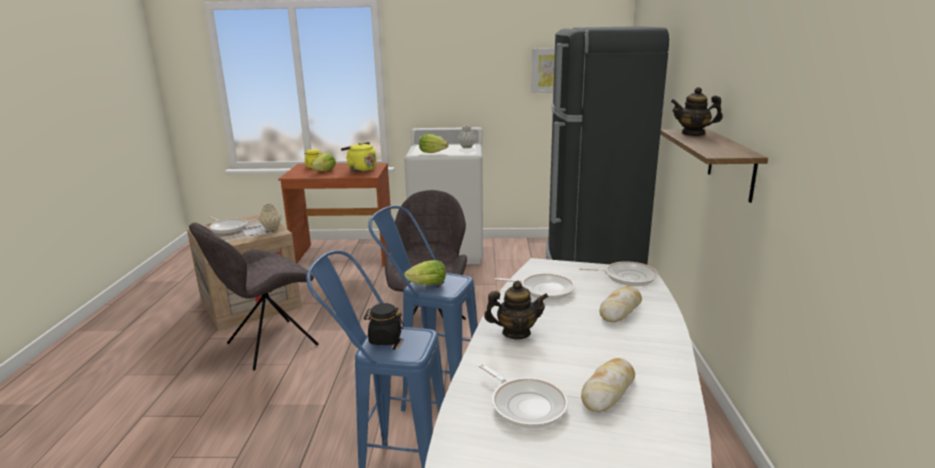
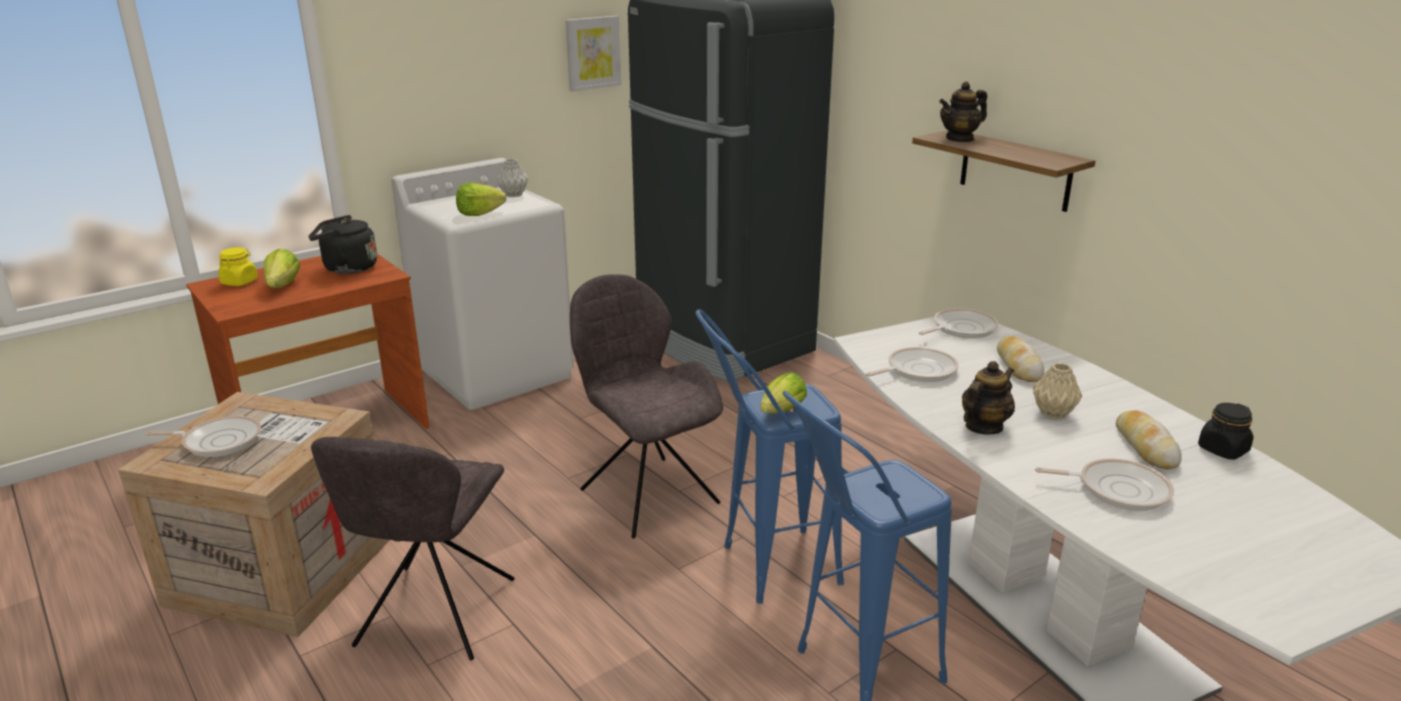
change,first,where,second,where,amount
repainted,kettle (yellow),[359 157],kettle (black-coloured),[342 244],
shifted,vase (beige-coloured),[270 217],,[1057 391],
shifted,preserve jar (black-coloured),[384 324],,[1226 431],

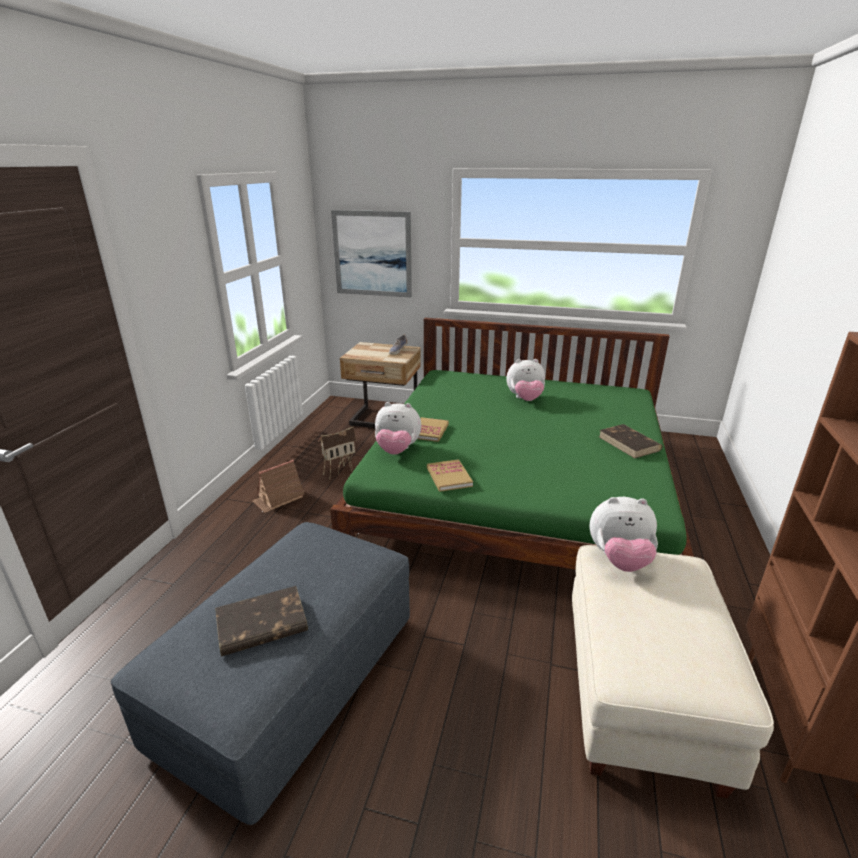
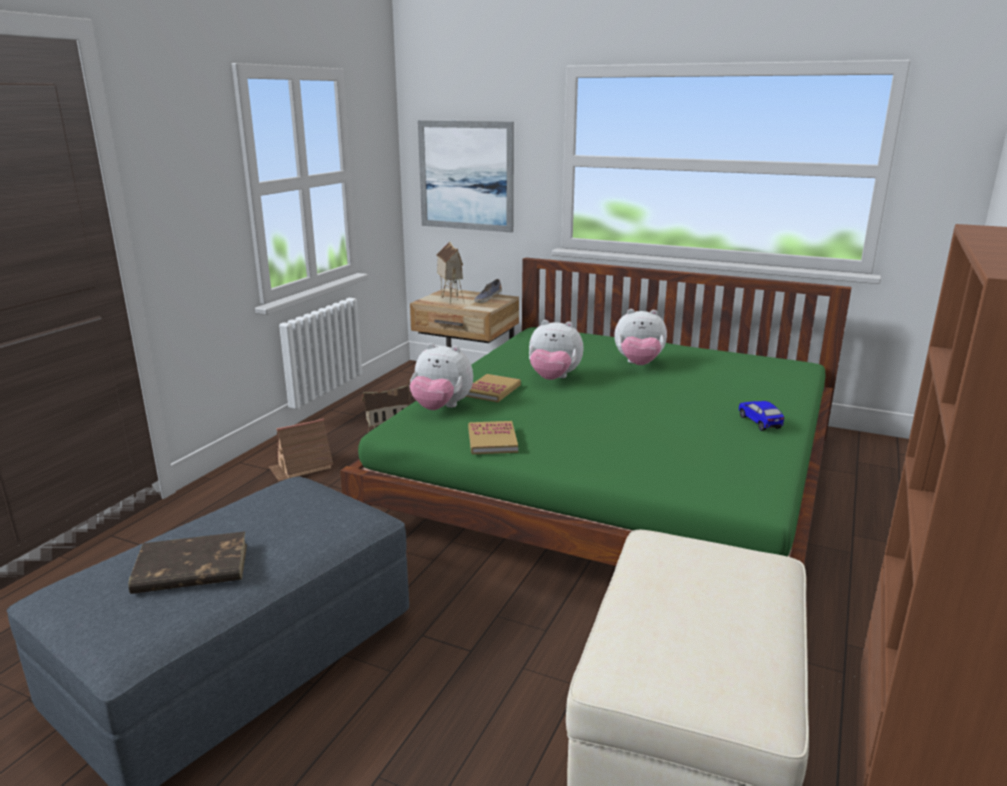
change,first,where,second,where,amount
swapped,volume (brown),[630 441],miniature car,[761 416],
shifted,plush toy,[624 534],,[556 350],
new,,,toy house,[450 272],

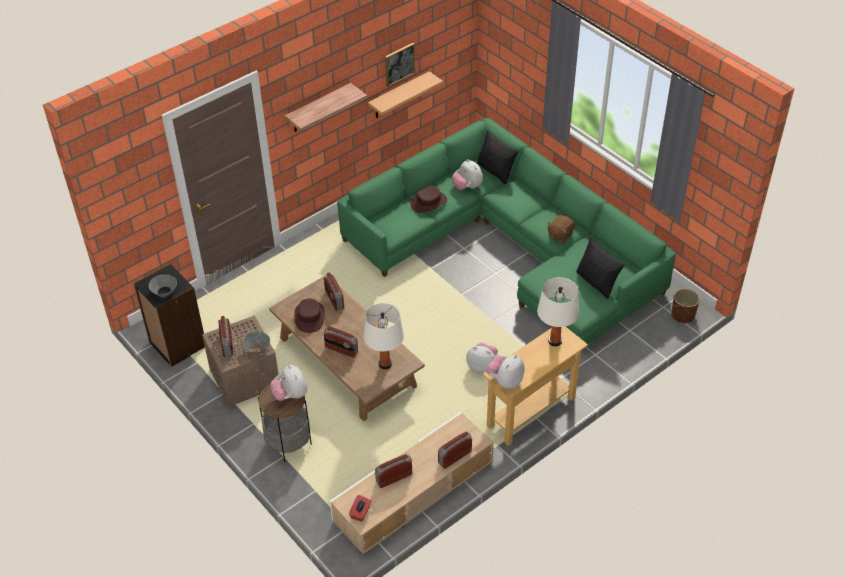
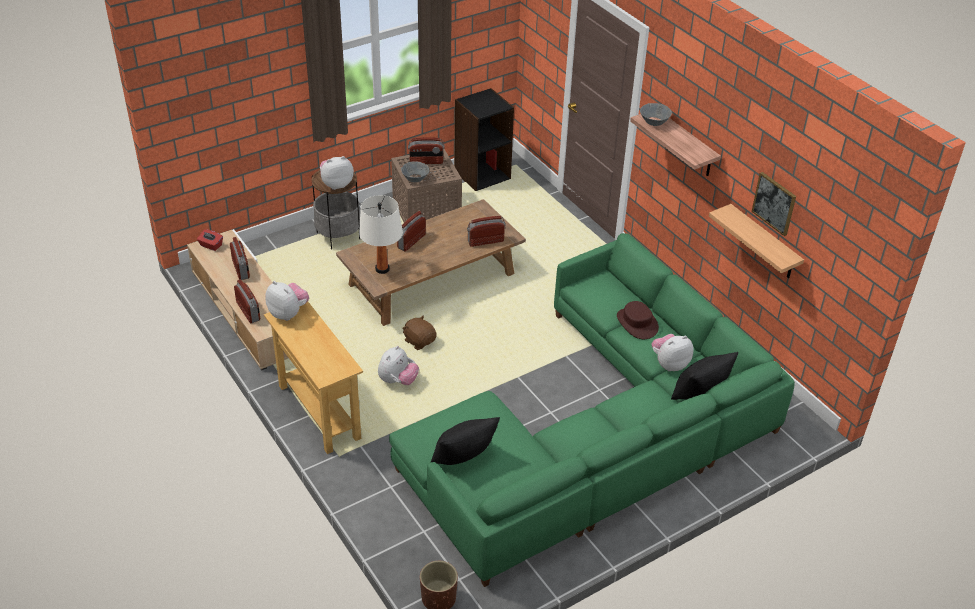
change,first,where,second,where,amount
shifted,plush toy (brown),[561 229],,[419 332],
shifted,bowl (grey),[163 285],,[656 114],
gone,lamp for a table (whitish),[558 311],,,
gone,hat (brown),[309 315],,,

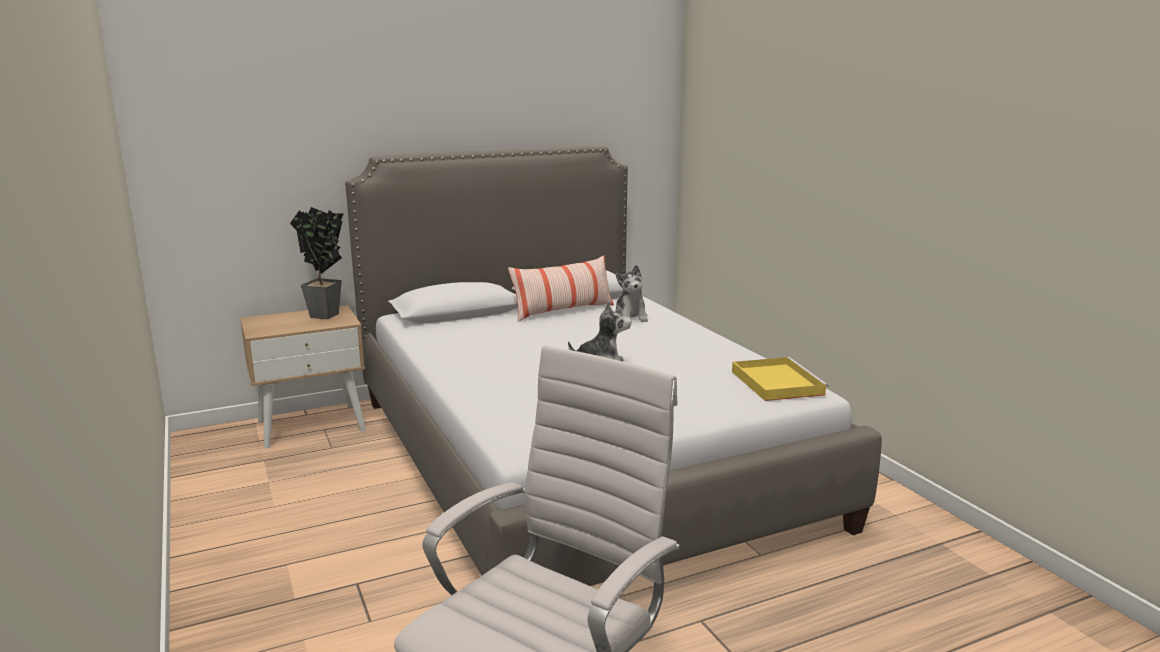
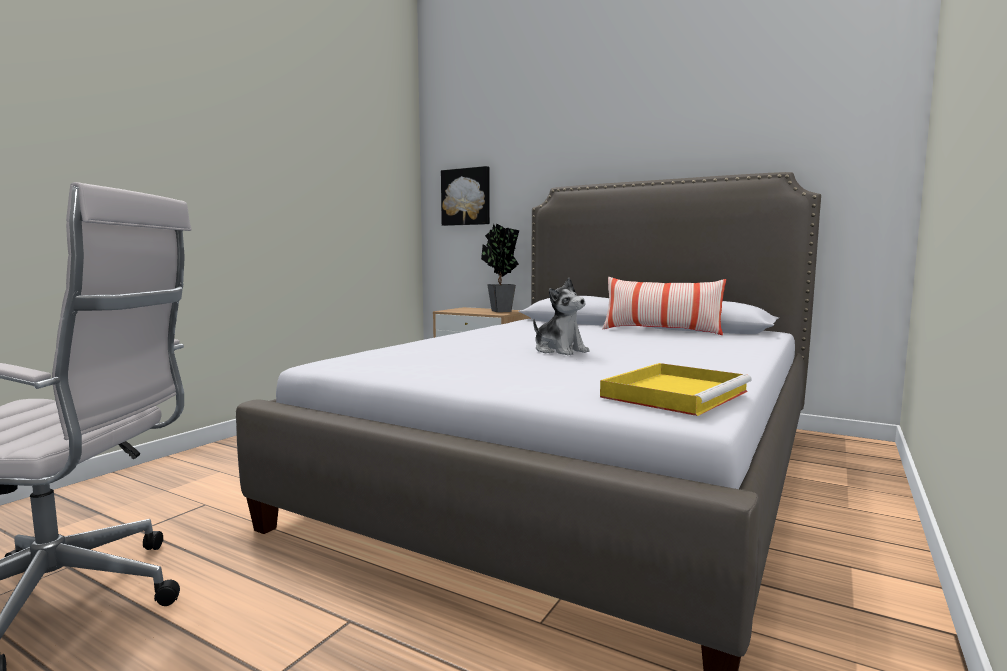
change,first,where,second,where,amount
gone,plush toy,[631 293],,,
new,,,wall picture,[465 196],

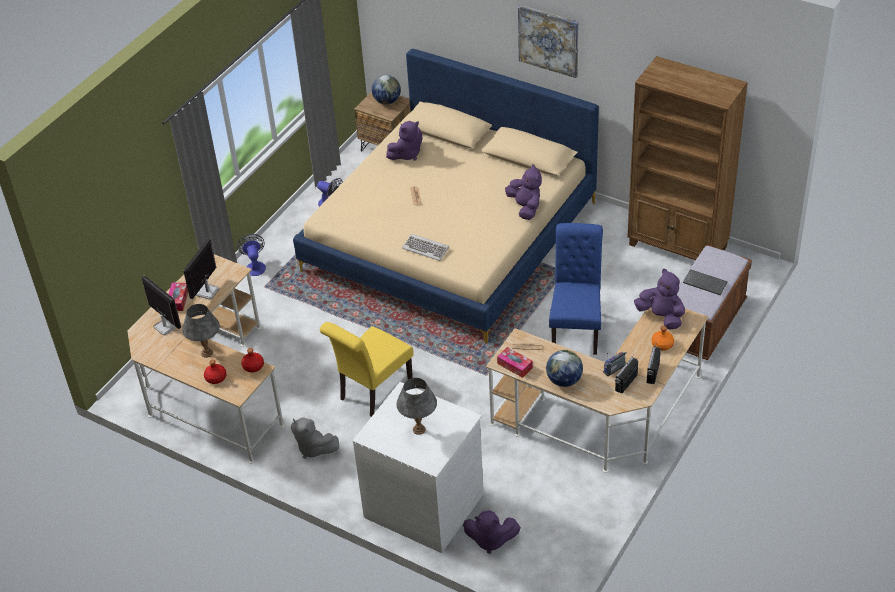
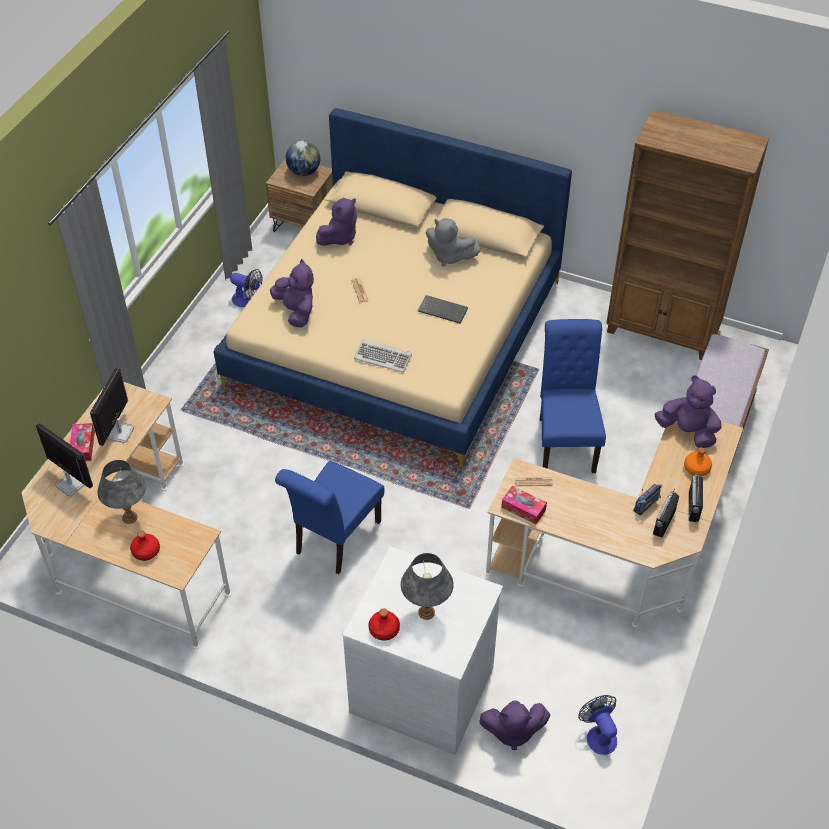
change,first,where,second,where,amount
gone,wall picture,[548 41],,,
shifted,plush toy (purple),[523 192],,[292 293],
shifted,cooling fan,[251 255],,[597 725],
shifted,keyboard,[705 282],,[443 309],
repainted,upright chair (yellow),[366 369],upright chair (blue),[329 517],
shifted,bottle (reddish),[252 360],,[384 624],
gone,globe,[564 368],,,
shifted,plush toy (grey),[315 438],,[453 242],

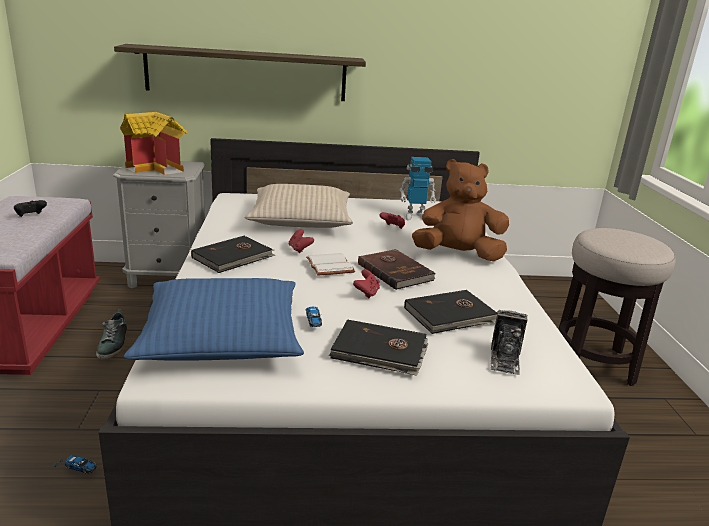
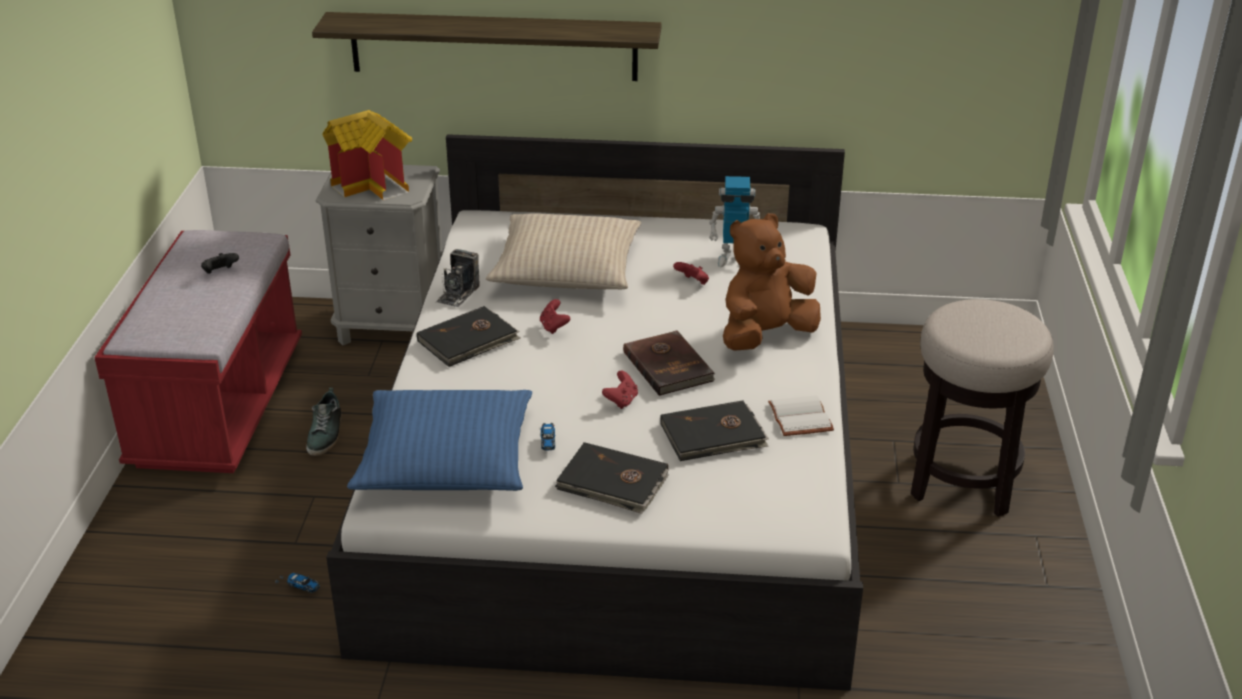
change,first,where,second,where,amount
rotated,plush toy (brown),[460 210],,[772 282],45 degrees counterclockwise
shifted,volume (whitish),[330 264],,[801 415],
shifted,still camera,[509 342],,[457 278],

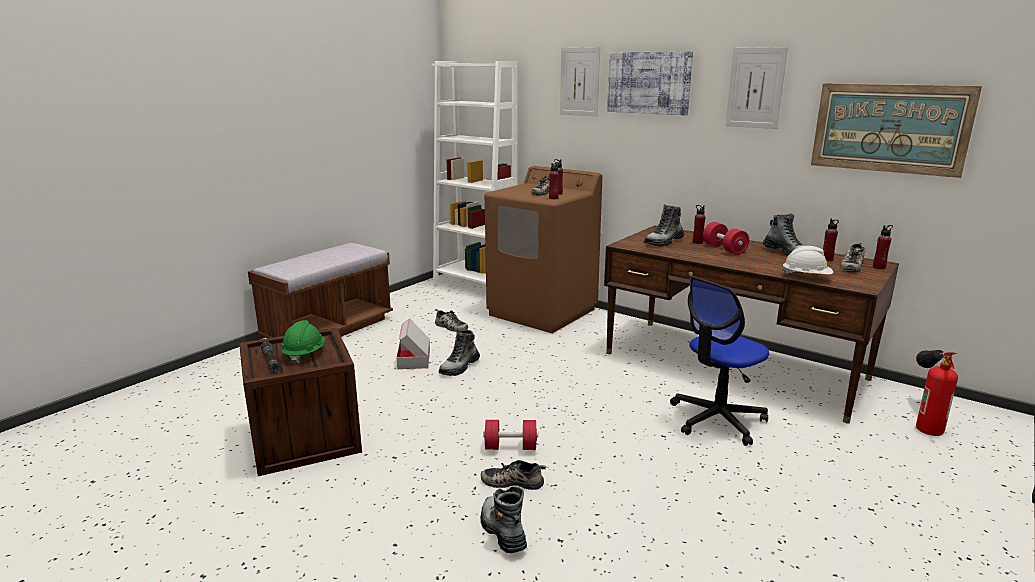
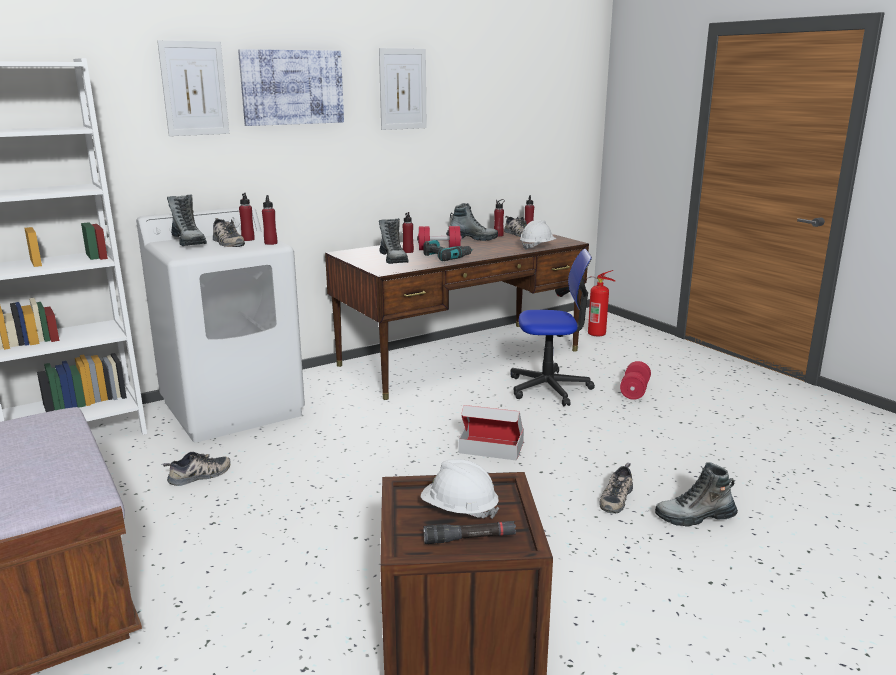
change,first,where,second,where,amount
gone,wall picture,[896 130],,,
repainted,laundry appliance (brown),[543 249],laundry appliance (whitish),[220 325],
rotated,office chair,[719 361],,[553 327],75 degrees counterclockwise
shifted,packing box,[413 344],,[491 433],
repainted,hard hat (green-coloured),[303 342],hard hat (whitish),[460 489],
shifted,tall boot,[459 352],,[187 220],
shifted,free weight (reddish),[510 435],,[635 380],
new,,,drill,[448 250],

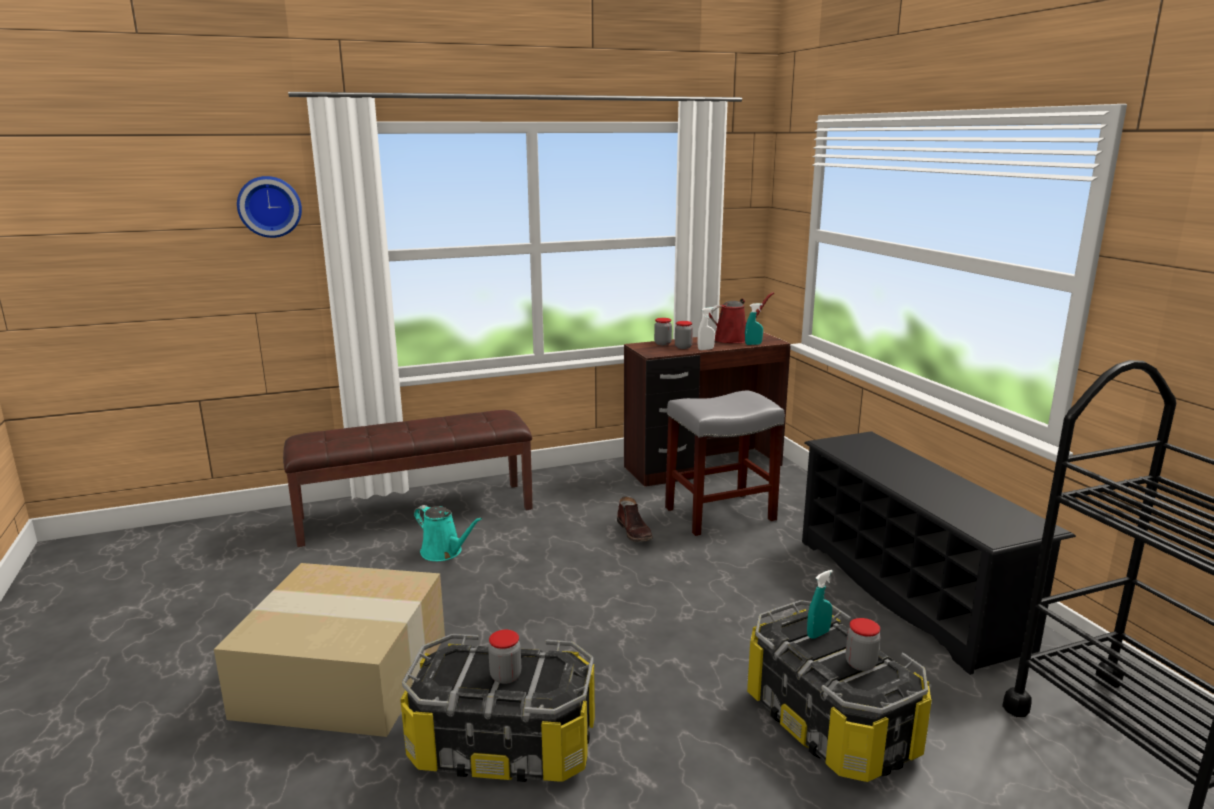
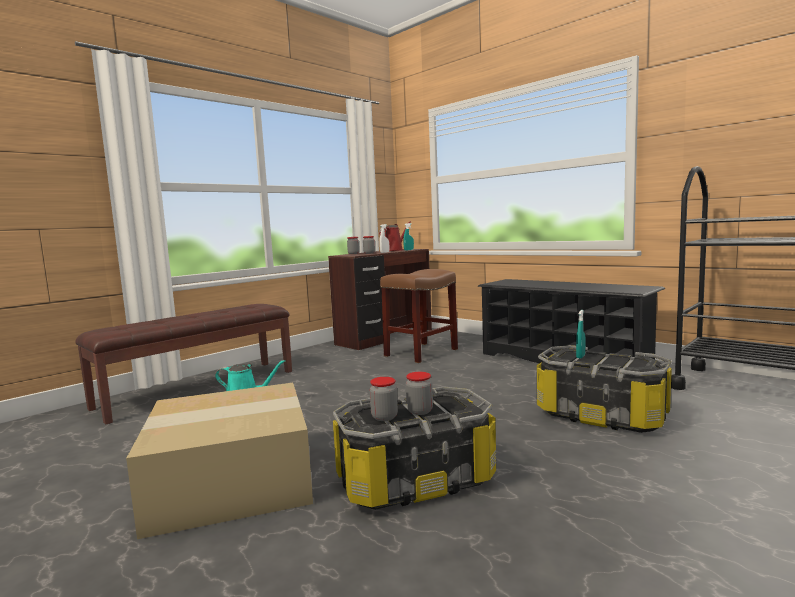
change,first,where,second,where,amount
gone,clock on the wall,[269 207],,,
repainted,stool seat (grey),[725 463],stool seat (brown),[419 316],
gone,tall boot (brown),[635 519],,,
shifted,preserve jar,[863 644],,[384 399],

